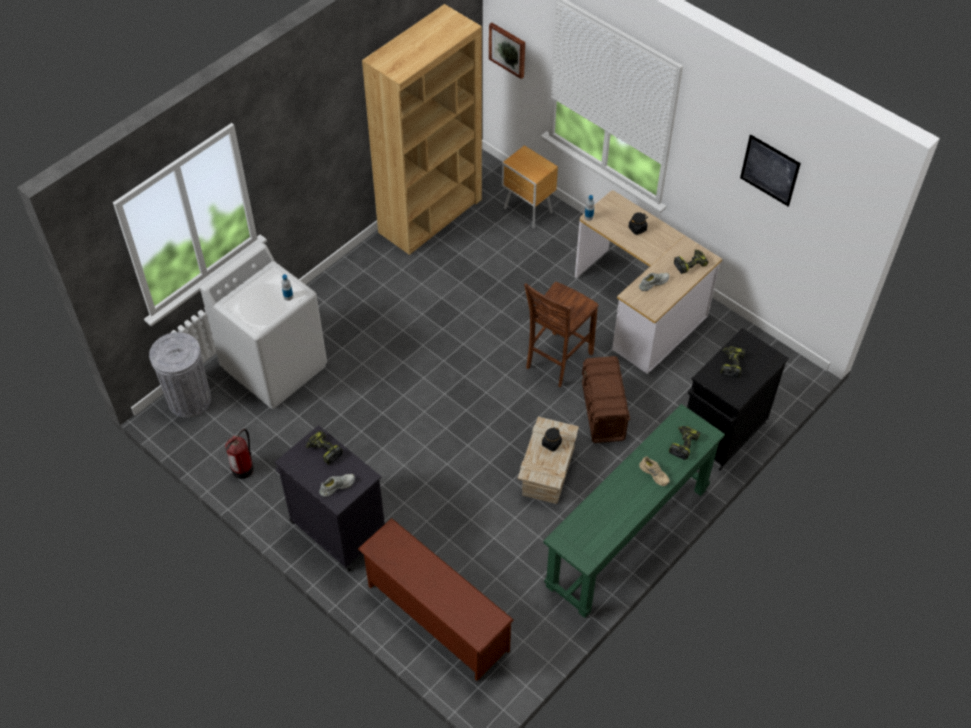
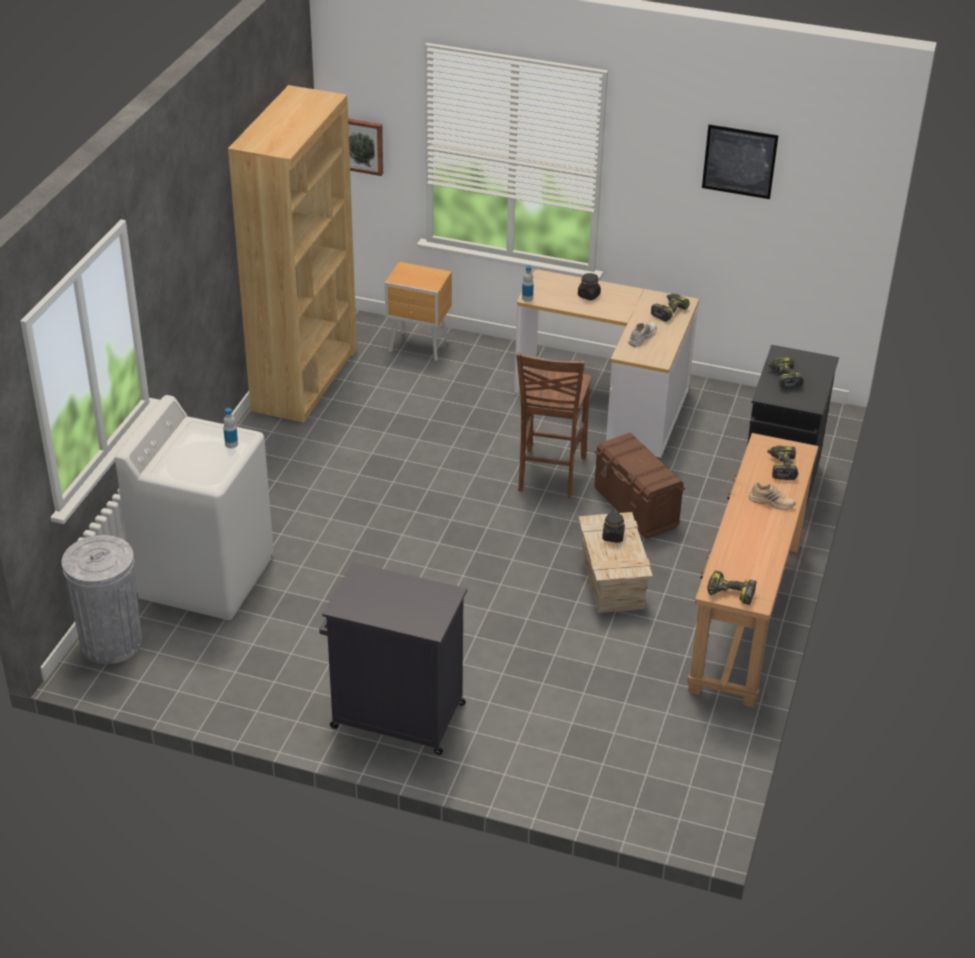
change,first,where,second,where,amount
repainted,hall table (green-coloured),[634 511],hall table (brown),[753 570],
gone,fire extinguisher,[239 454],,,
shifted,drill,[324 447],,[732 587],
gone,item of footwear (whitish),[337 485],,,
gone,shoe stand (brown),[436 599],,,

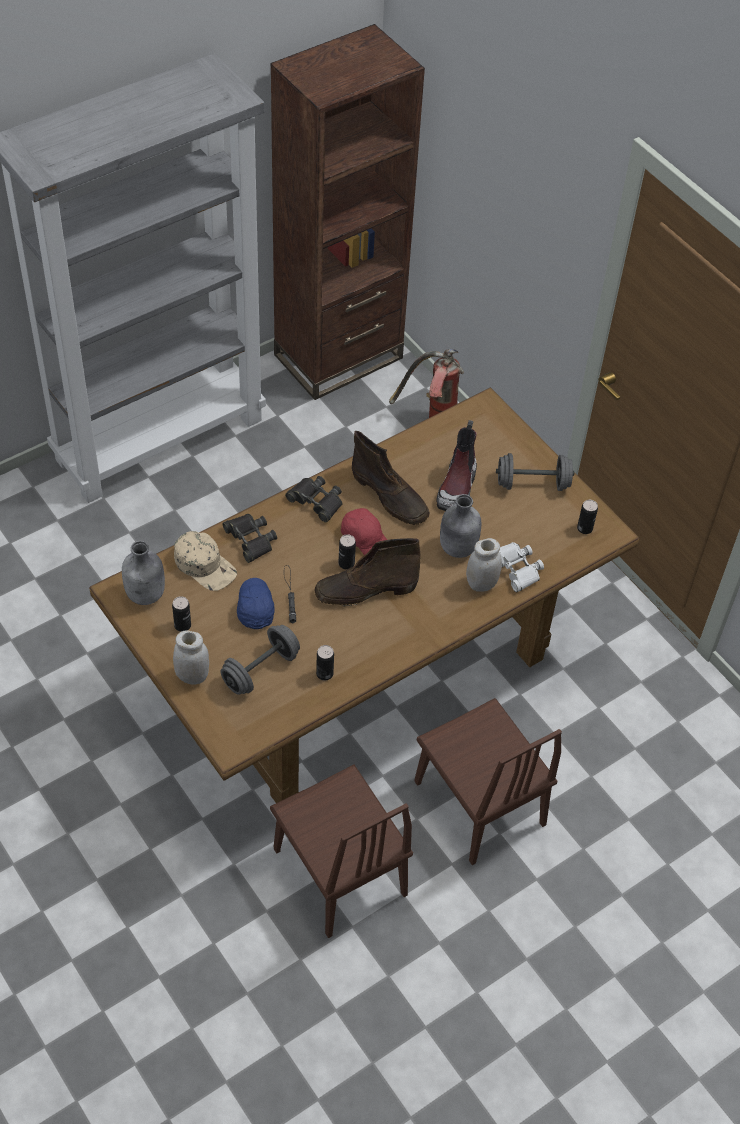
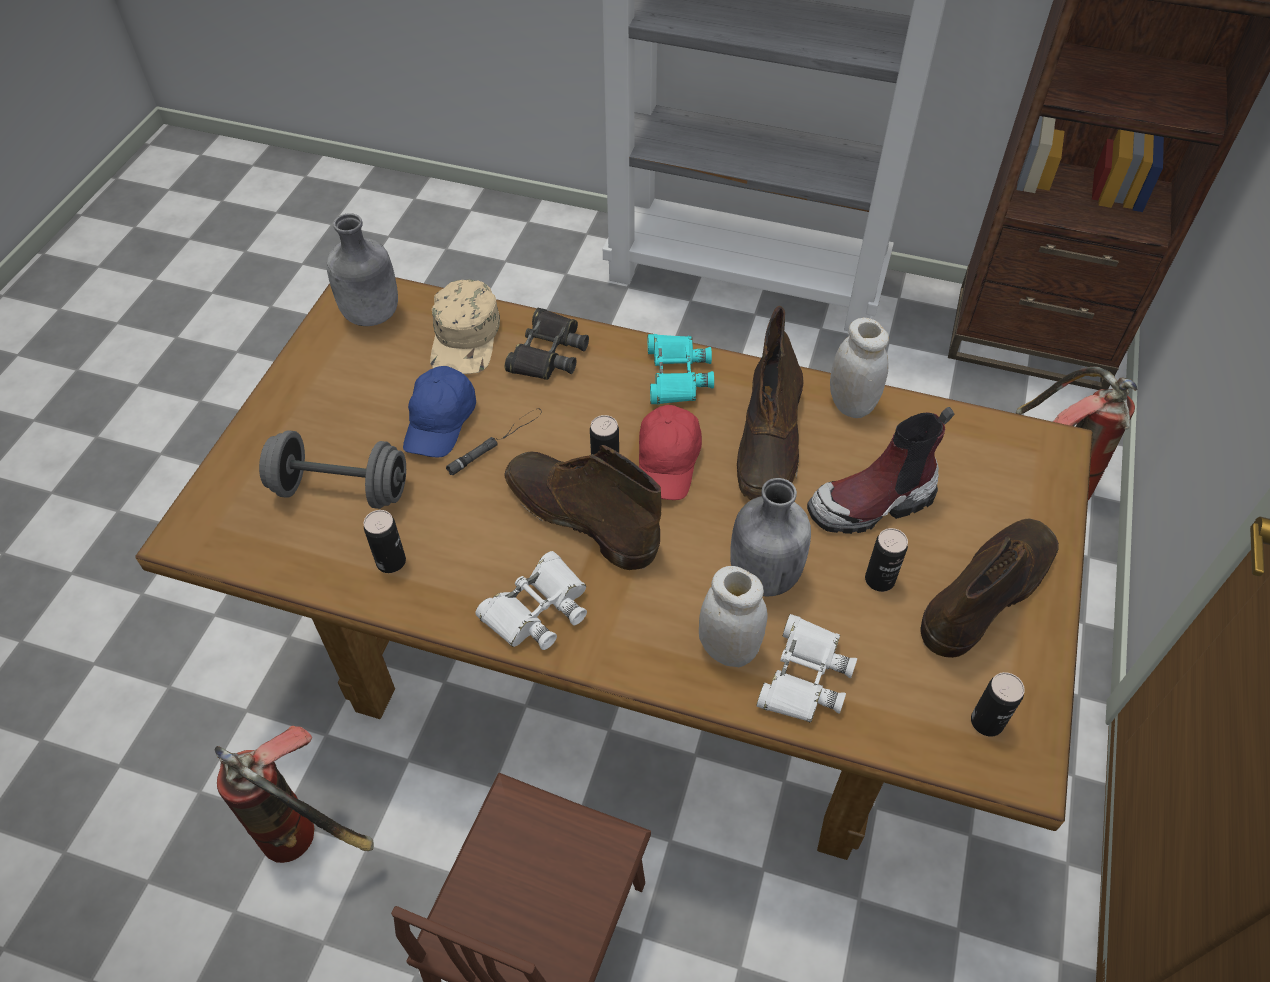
change,first,where,second,where,amount
swapped,free weight (grey),[535 472],tall boot (brown),[989 588],
repainted,binoculars (black-coloured),[314 499],binoculars (blue-green),[681 369],
rotated,baseball cap (blue),[255 603],,[439 412],150 degrees clockwise
shifted,metal can,[181 614],,[886 560],
shifted,preserve jar (whitish),[191 657],,[859 368],
swapped,upright chair (brown),[341 851],fire extinguisher,[294 794],
new,,,binoculars (whitish),[531 600],

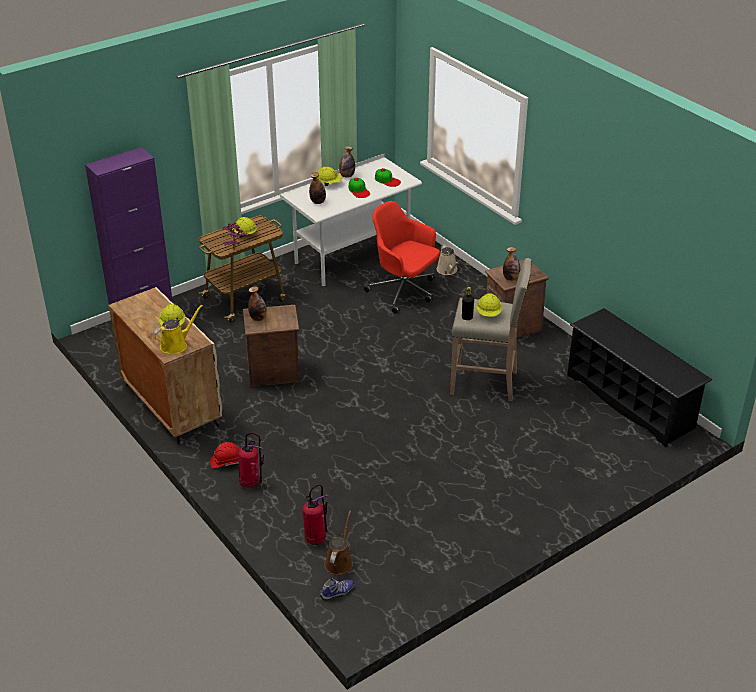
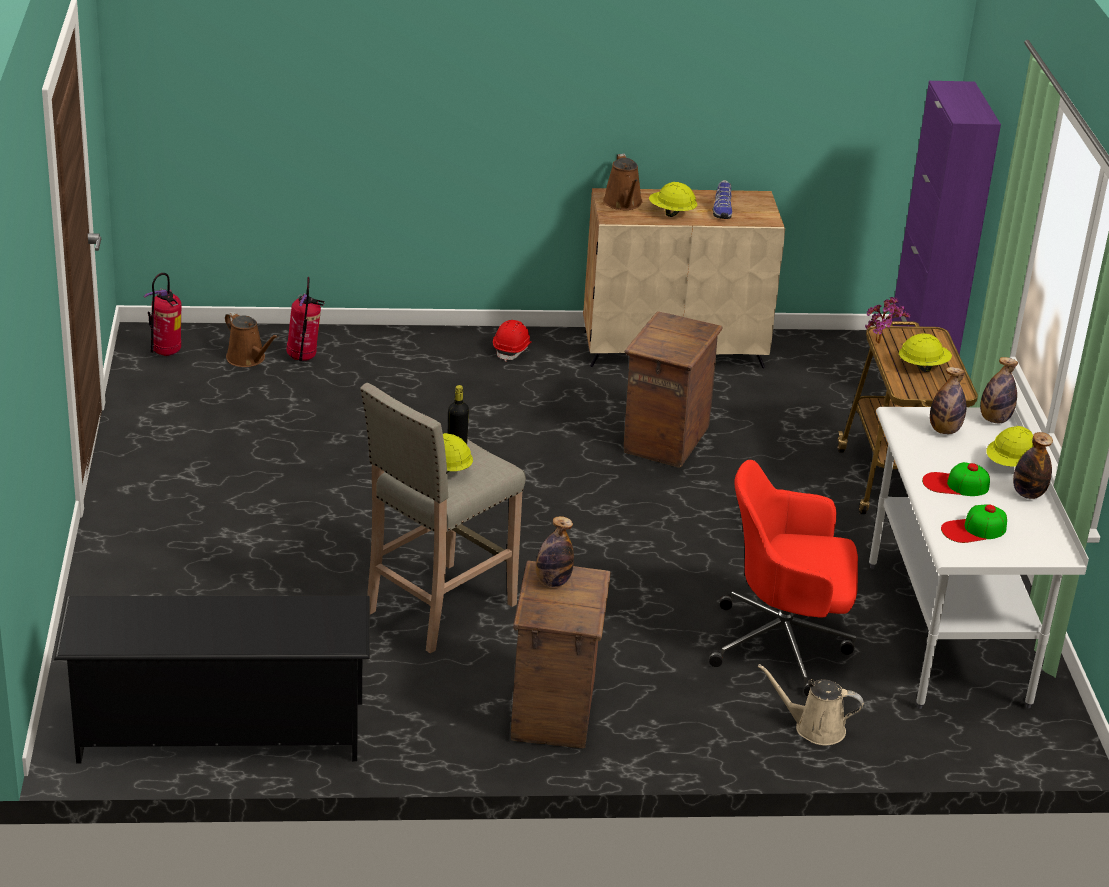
change,first,where,second,where,amount
rotated,office chair (reddish),[402 257],,[783 578],150 degrees counterclockwise
shifted,bottle,[257 303],,[999 390],
repainted,sprinkling can (yellow),[178 329],sprinkling can (brown),[623 182],
shifted,fire extinguisher,[251 460],,[162 314],
shifted,item of footwear,[337 589],,[722 199],

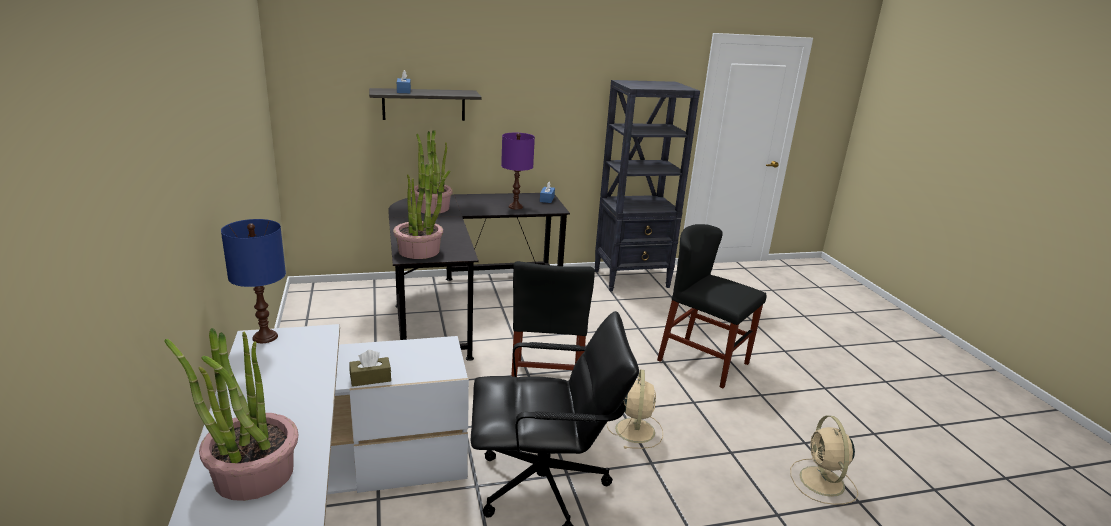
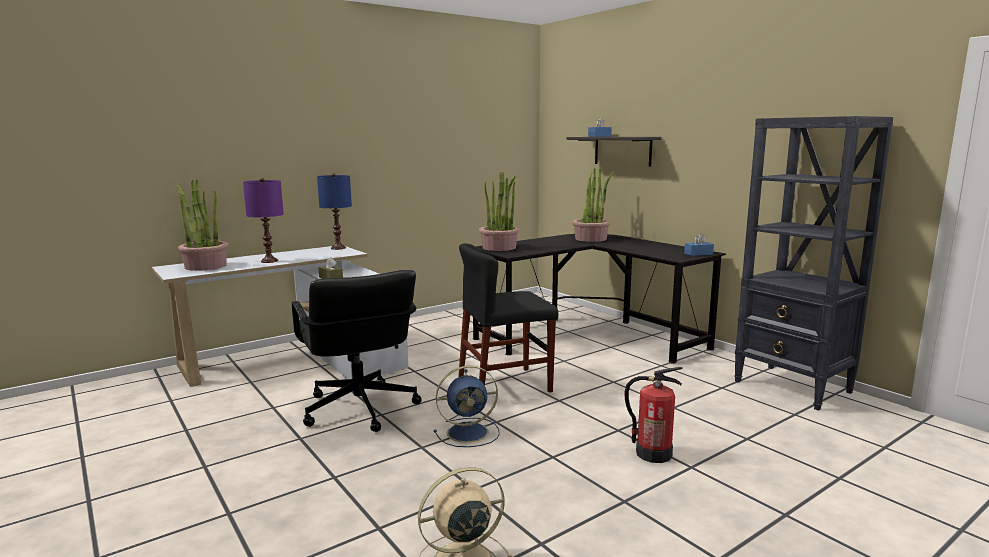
change,first,where,second,where,amount
shifted,lamp for a table (purple),[518 171],,[263 220],
swapped,upright chair (black-coloured),[712 306],fire extinguisher,[654 415],
repainted,cooling fan (beige-coloured),[635 409],cooling fan (blue),[467 406],

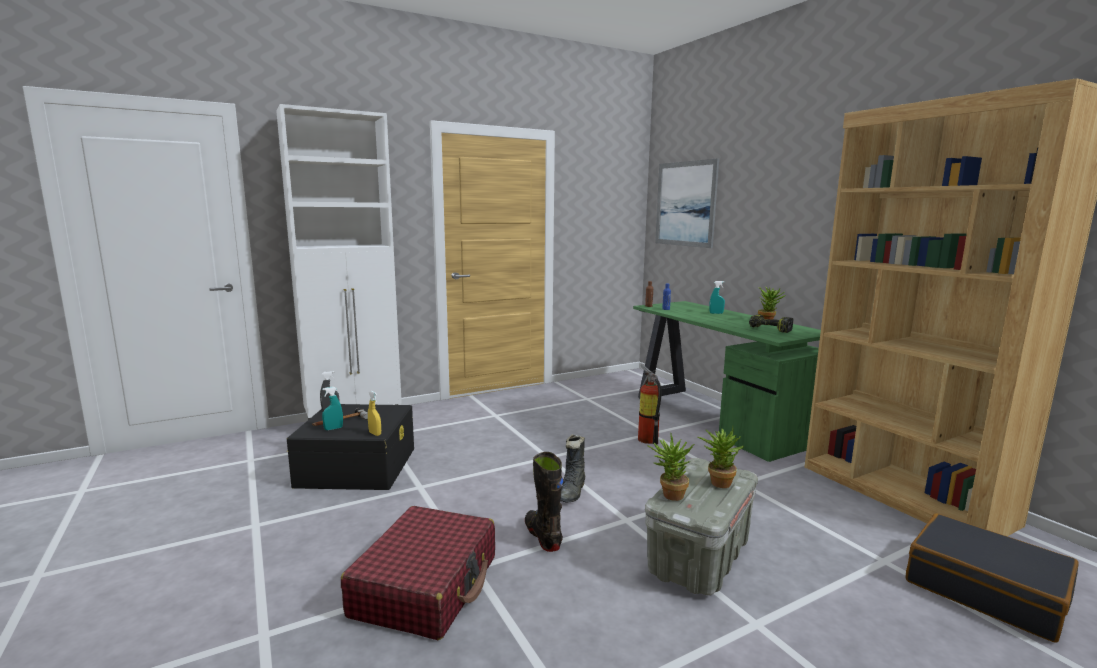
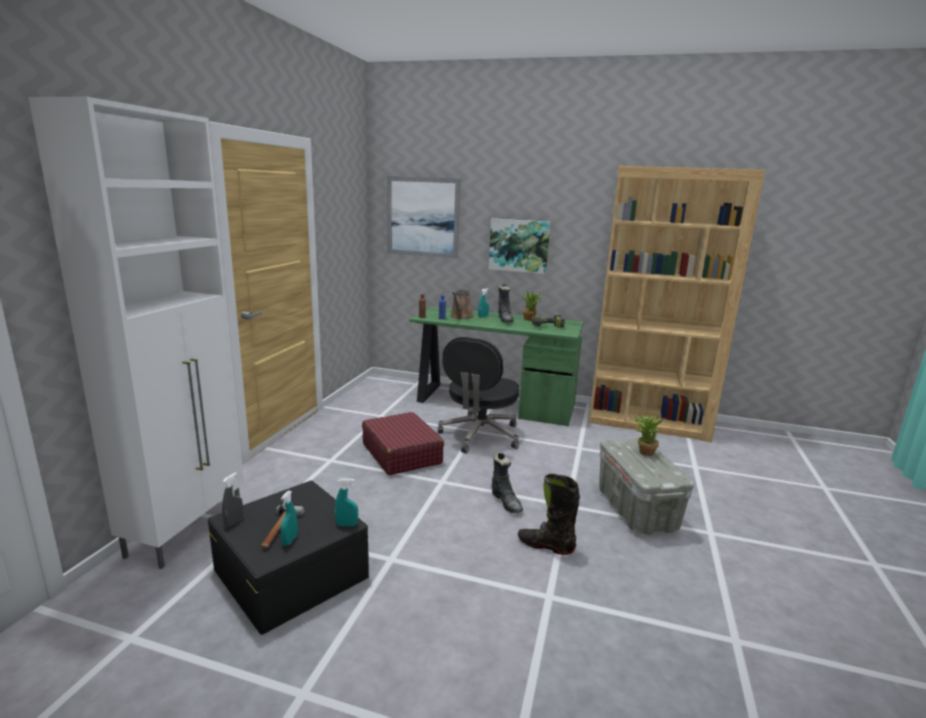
change,first,where,second,where,amount
swapped,fire extinguisher,[650 404],office chair (black-coloured),[479 395],
repainted,sprayer (yellow),[374 413],sprayer (blue-green),[346 502],
gone,houseplant,[670 467],,,
shifted,travel case (reddish),[418 573],,[403 443],
gone,travel case (black-coloured),[992 577],,,
new,,,wall picture,[519 246],
new,,,tall boot (black-coloured),[506 303],
new,,,sprinkling can (brown),[462 304],

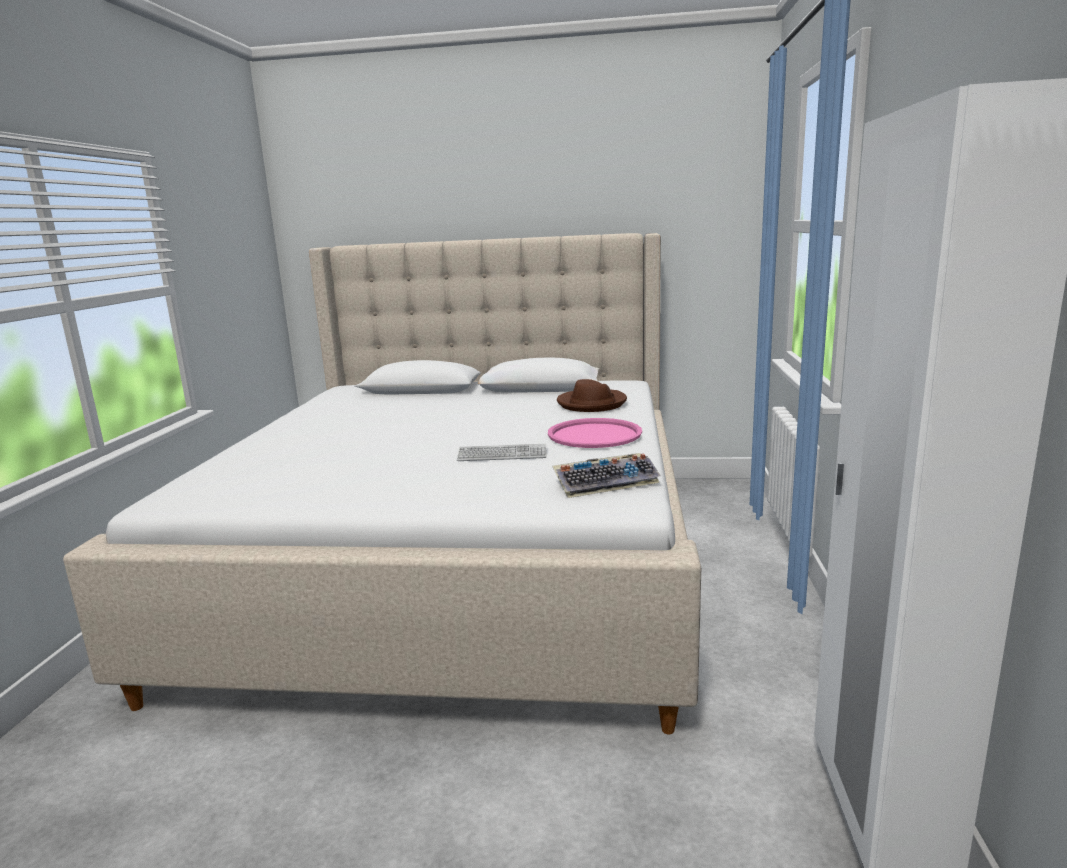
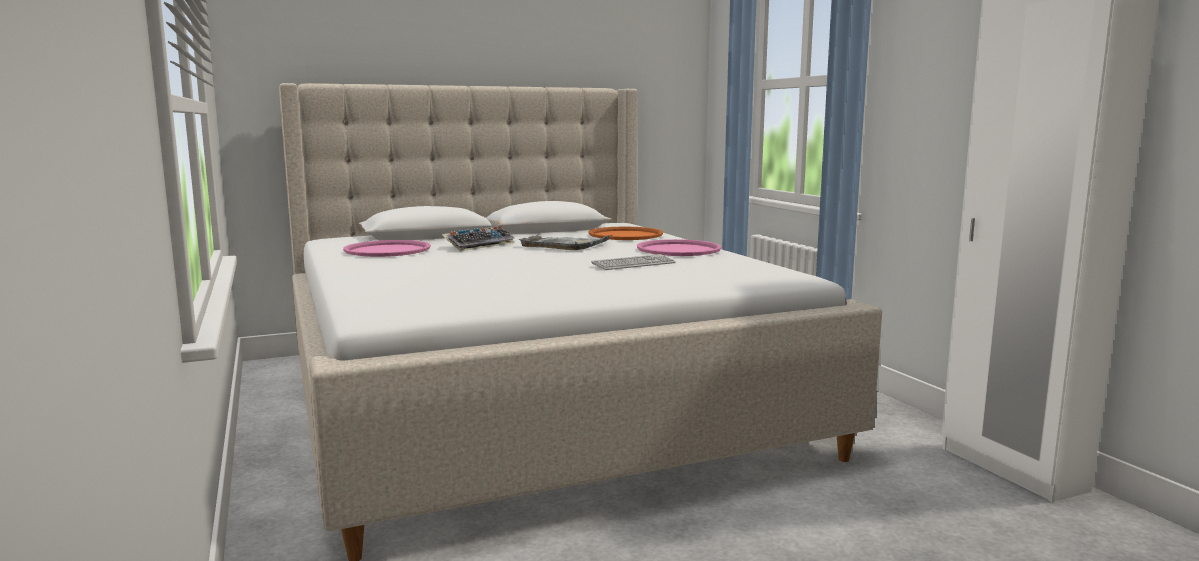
change,first,where,second,where,amount
swapped,hat (brown),[592 395],serving tray (orange-coloured),[625 233],
shifted,keyboard,[606 475],,[478 238],
new,,,serving tray (grey),[565 242],
new,,,serving tray (pinkish),[387 248],

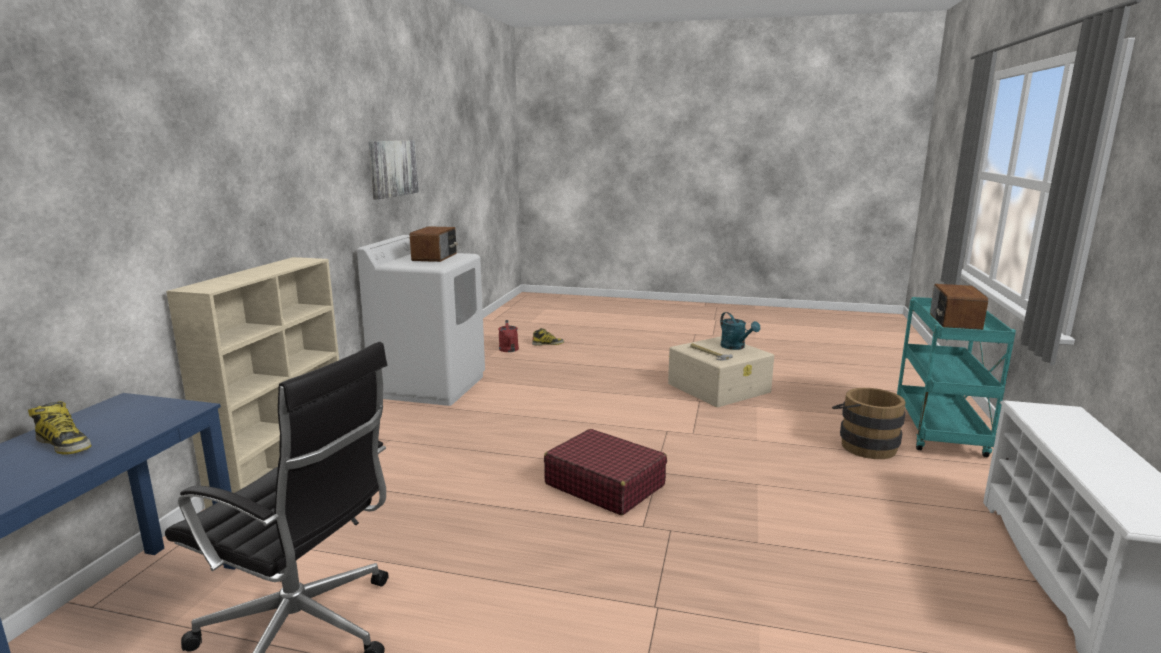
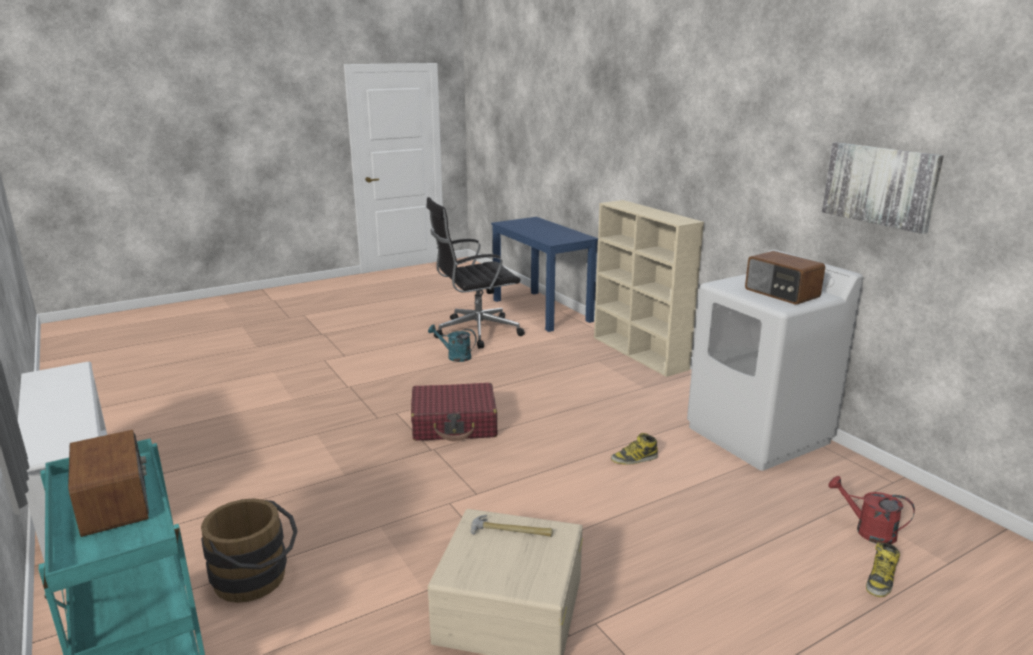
change,first,where,second,where,amount
shifted,sprinkling can (blue-green),[740 331],,[452 343],
shifted,tall boot,[59 428],,[634 449],

